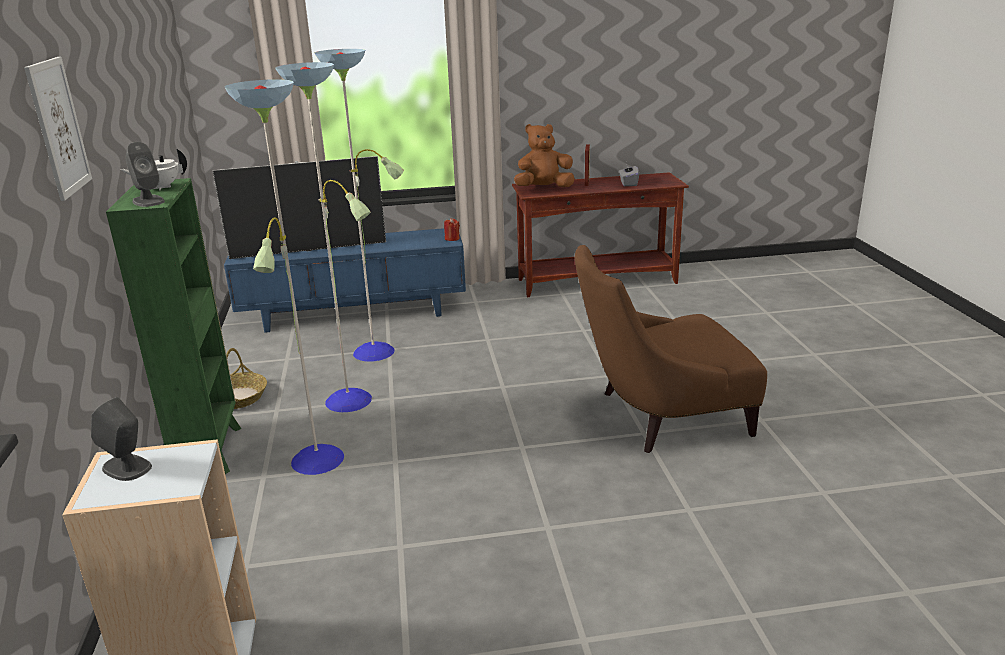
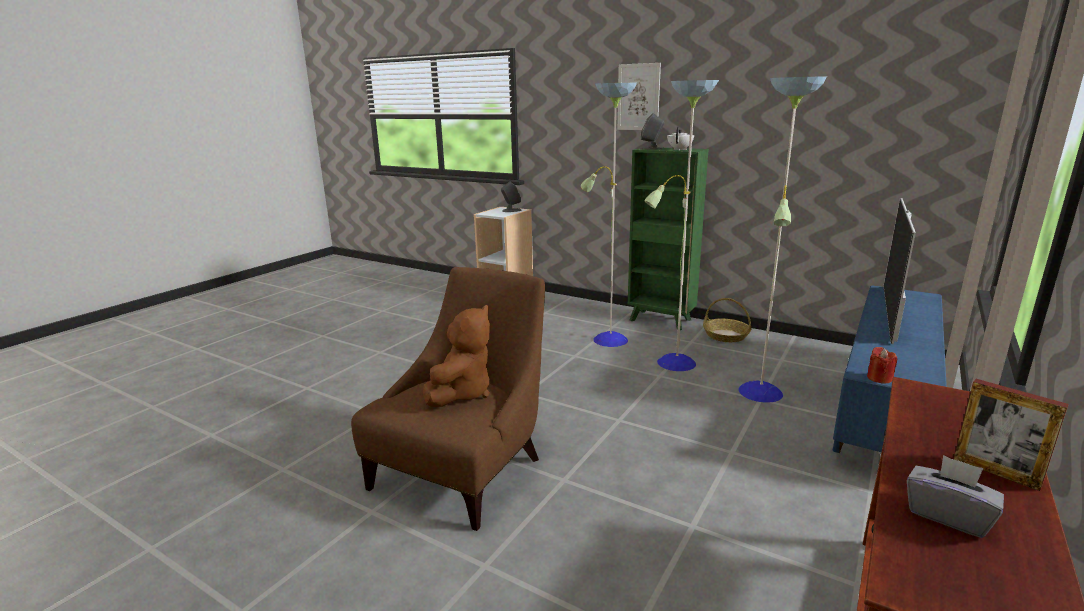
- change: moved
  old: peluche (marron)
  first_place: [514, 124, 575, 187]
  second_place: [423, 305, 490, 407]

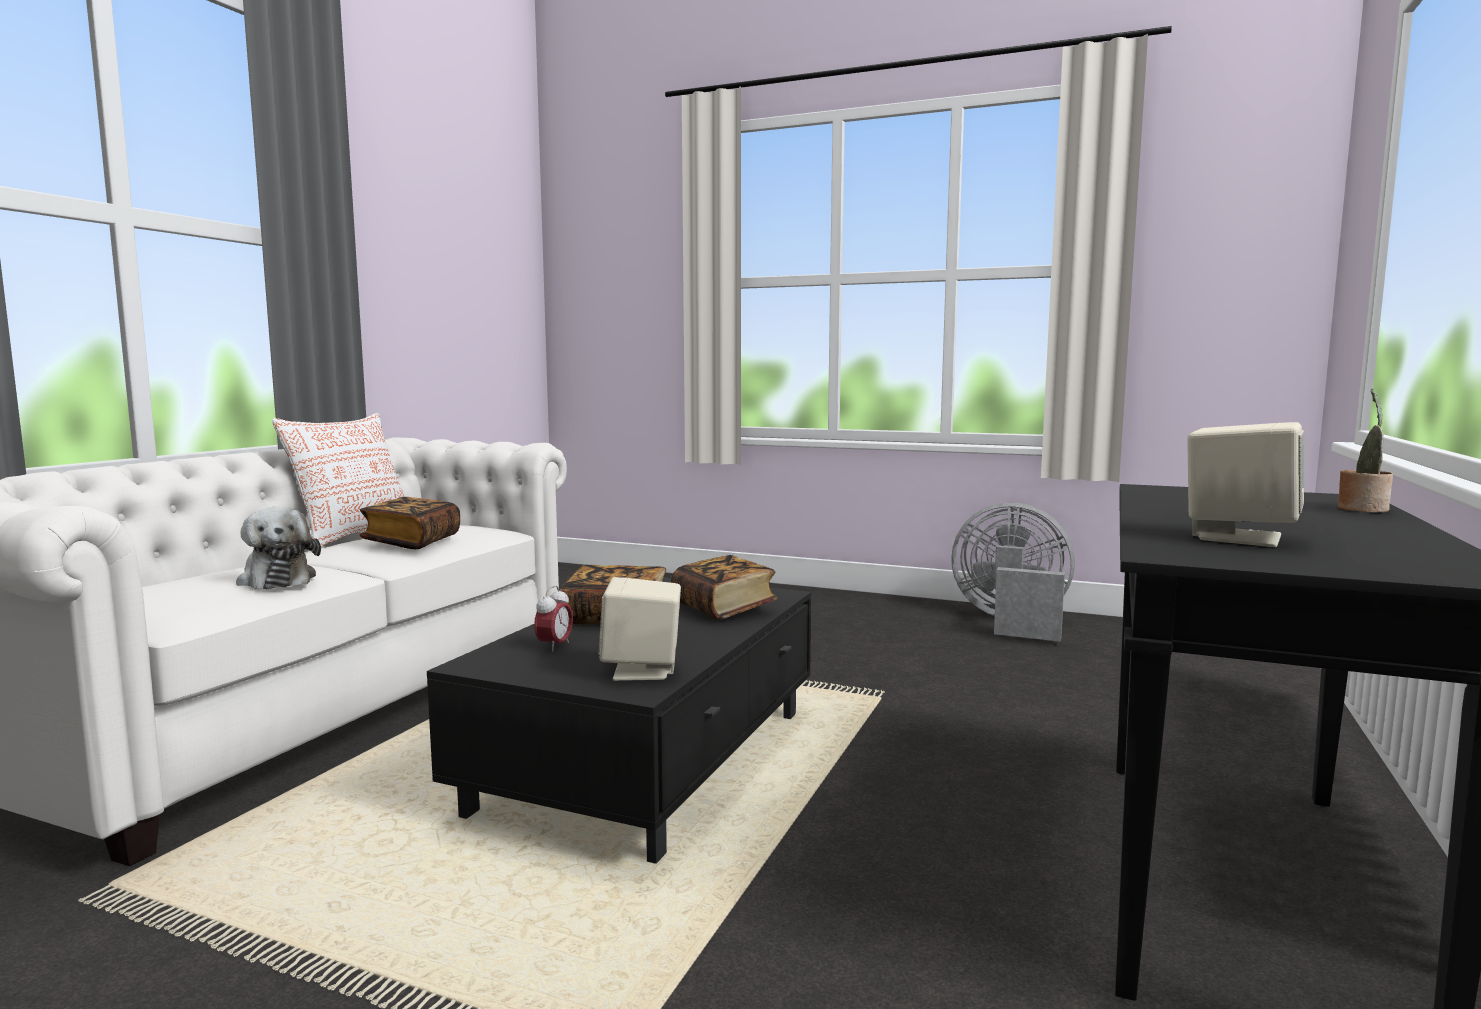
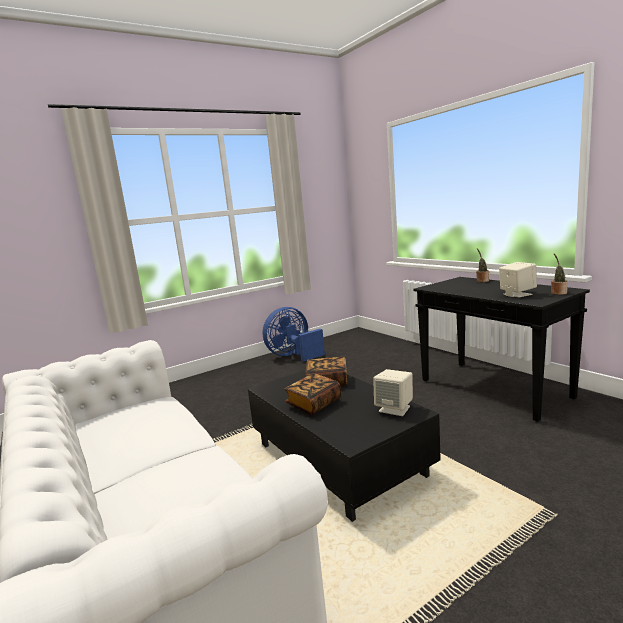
- change: recoloured
  old: ventilateur (gris)
  new: ventilateur (bleu)
  first_place: [951, 502, 1075, 642]
  second_place: [263, 307, 325, 362]
- change: added
  new: plante en pot
  second_place: [551, 253, 568, 295]
- change: removed
  old: peluche
  first_place: [236, 507, 321, 589]
- change: removed
  old: coussin (blanc)
  first_place: [272, 413, 404, 547]
- change: removed
  old: livre
  first_place: [360, 497, 460, 549]
- change: removed
  old: réveil
  first_place: [534, 585, 573, 652]

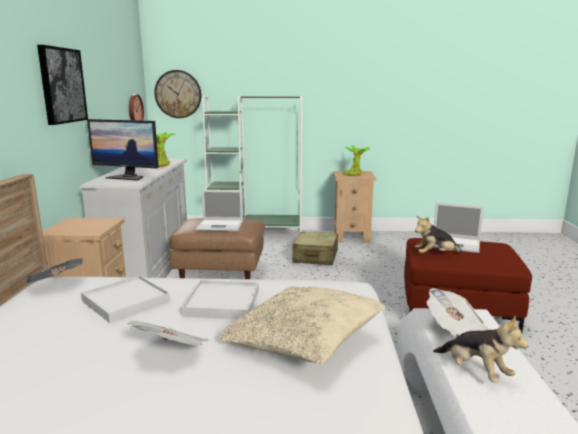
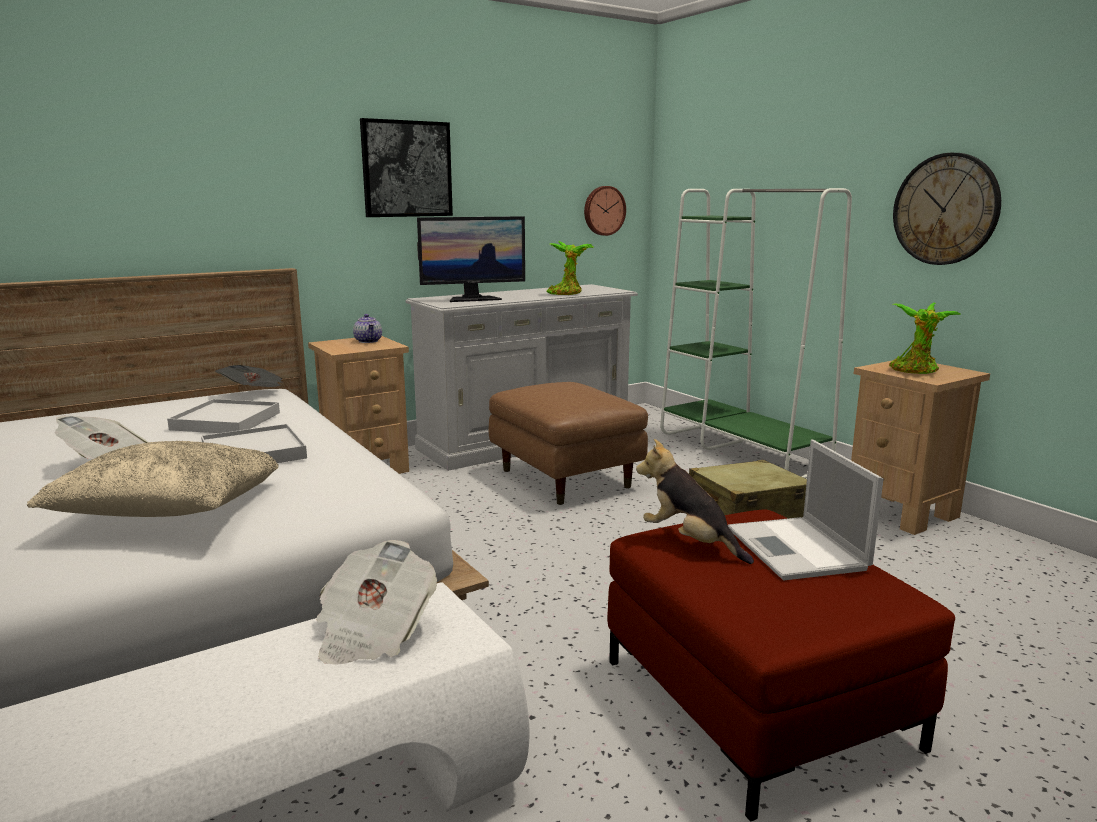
- change: added
  new: théière
  second_place: [353, 314, 382, 343]
- change: turned
  old: écran d'ordinateur
  first_place: [87, 119, 159, 181]
  second_place: [417, 216, 525, 302]
  degrees: -90
- change: moved
  old: horloge murale
  first_place: [154, 70, 201, 118]
  second_place: [893, 153, 1001, 265]
- change: removed
  old: ordinateur portable
  first_place: [196, 190, 243, 231]
- change: removed
  old: peluche
  first_place: [433, 316, 529, 383]

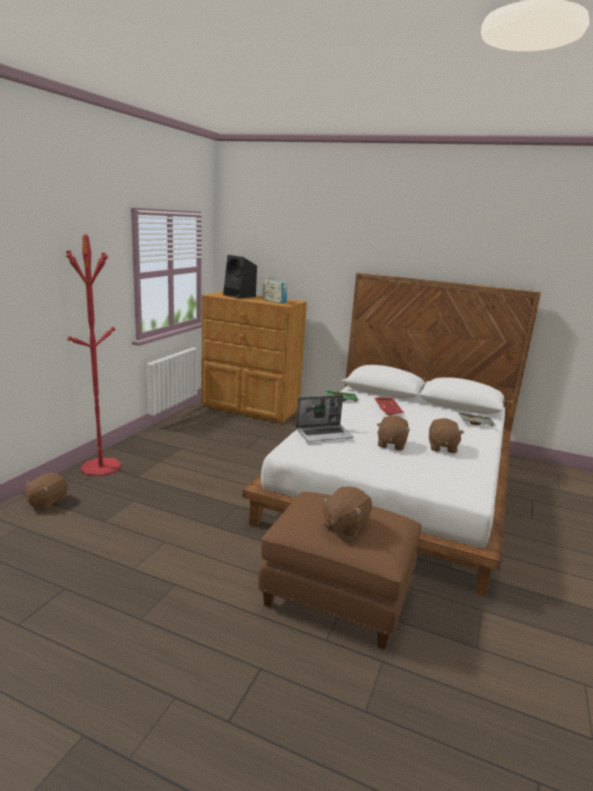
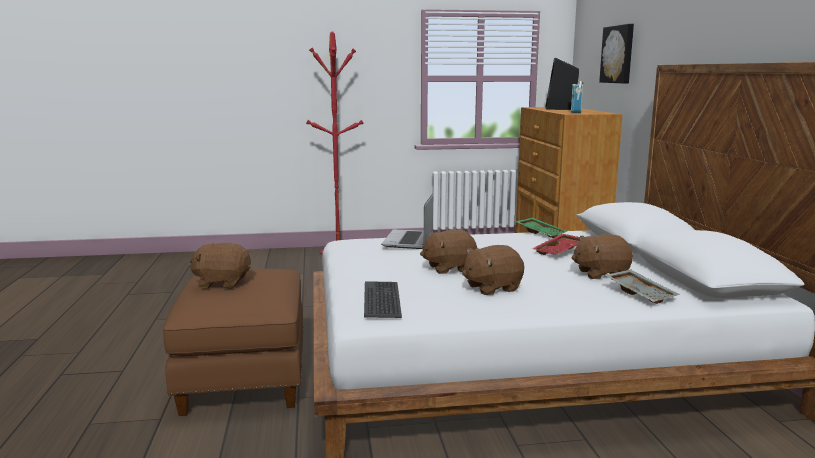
- change: added
  new: clavier
  second_place: [364, 281, 402, 318]
- change: turned
  old: ordinateur portable
  first_place: [296, 395, 353, 442]
  second_place: [381, 193, 433, 249]
  degrees: 60
- change: moved
  old: peluche (marron)
  first_place: [24, 473, 68, 510]
  second_place: [571, 234, 633, 279]
- change: added
  new: tableau
  second_place: [599, 24, 634, 84]

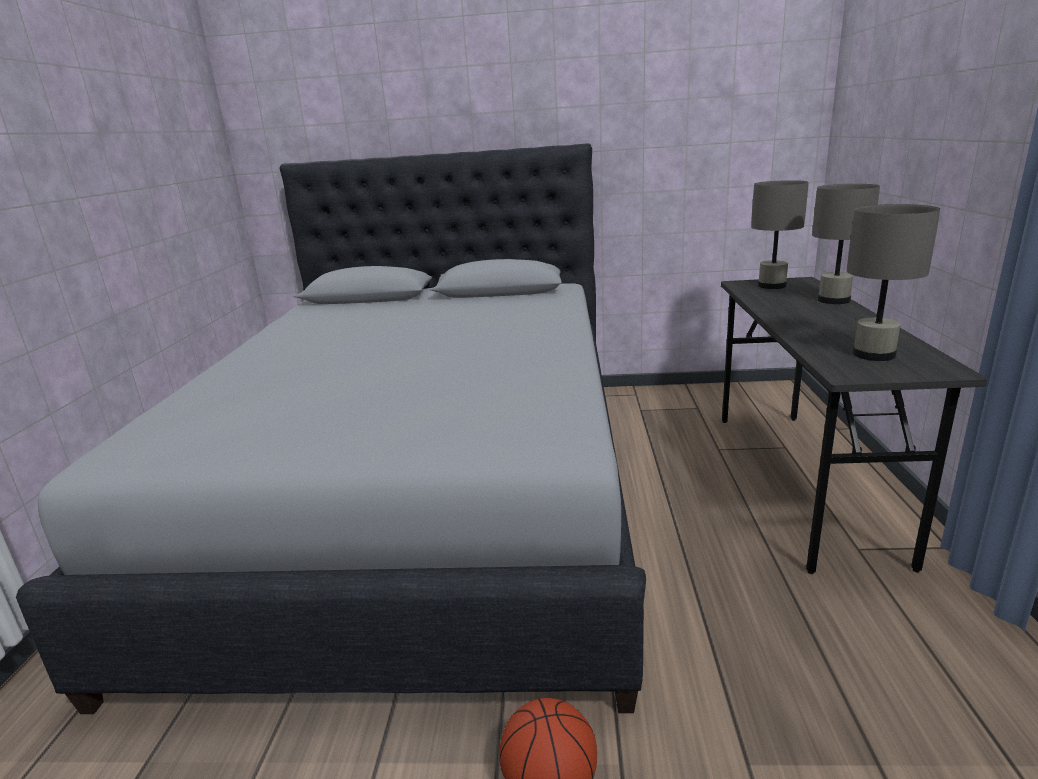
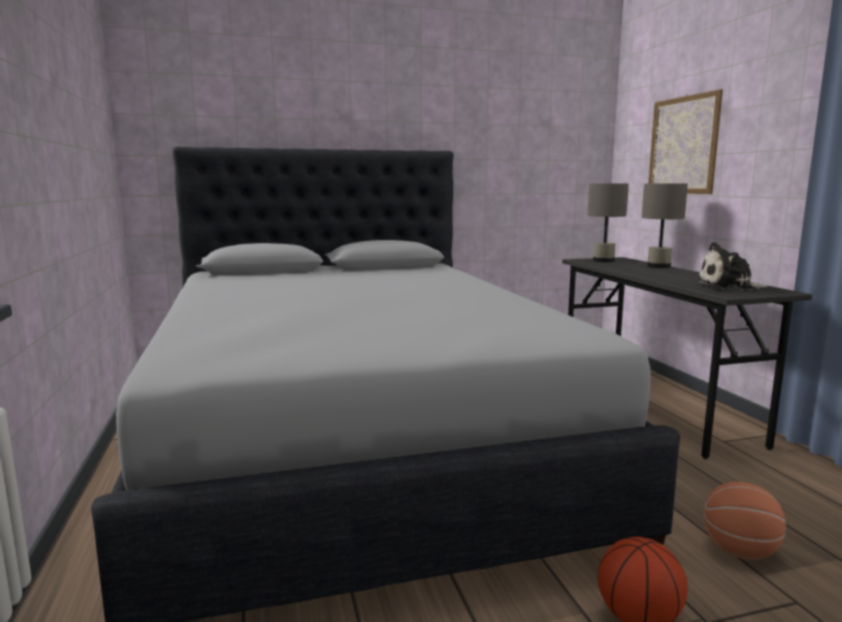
- change: added
  new: tableau
  second_place: [648, 89, 723, 194]
- change: replaced
  old: lampe de table (gris)
  new: peluche
  first_place: [847, 204, 940, 361]
  second_place: [696, 242, 768, 291]
- change: added
  new: ballon de basket
  second_place: [703, 482, 786, 560]

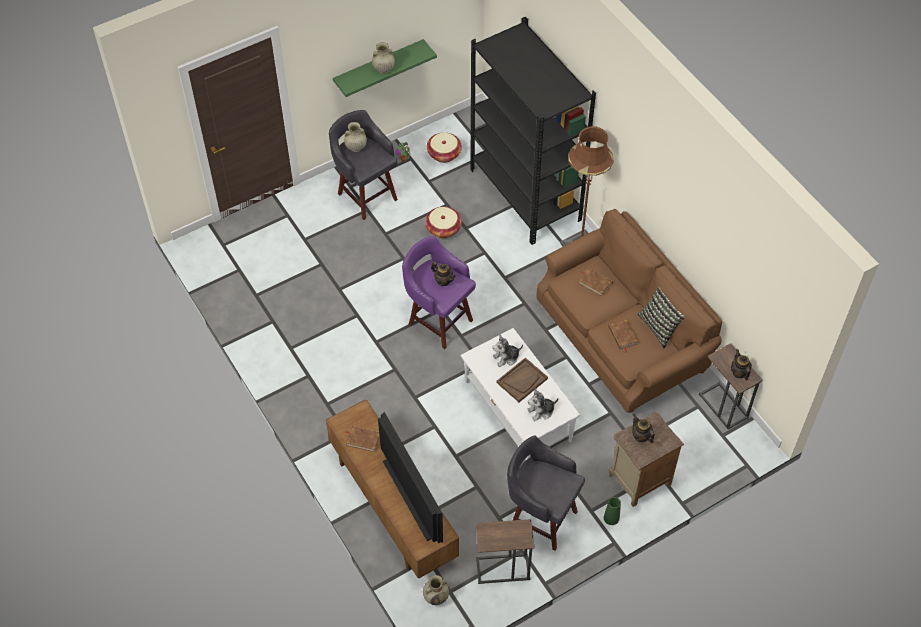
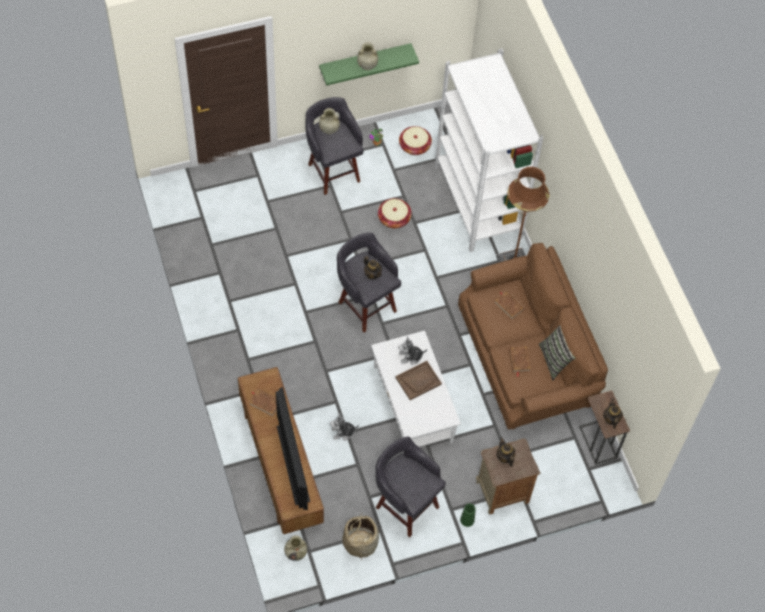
- change: moved
  old: peluche
  first_place: [527, 388, 558, 421]
  second_place: [330, 413, 359, 441]
- change: recoloured
  old: tabouret (violet)
  new: tabouret (gris)
  first_place: [402, 236, 476, 349]
  second_place: [337, 233, 401, 333]
- change: replaced
  old: table d'appoint (marron)
  new: panier
  first_place: [476, 519, 534, 584]
  second_place: [342, 512, 379, 561]
- change: recoloured
  old: bibliothèque (noir)
  new: bibliothèque (blanc)
  first_place: [470, 17, 596, 245]
  second_place: [435, 48, 543, 252]

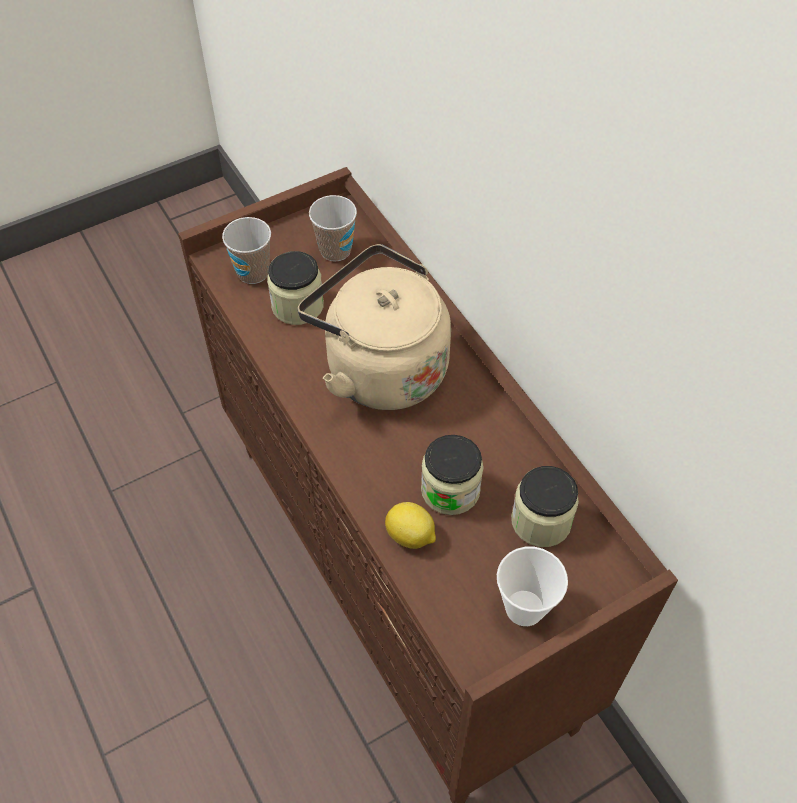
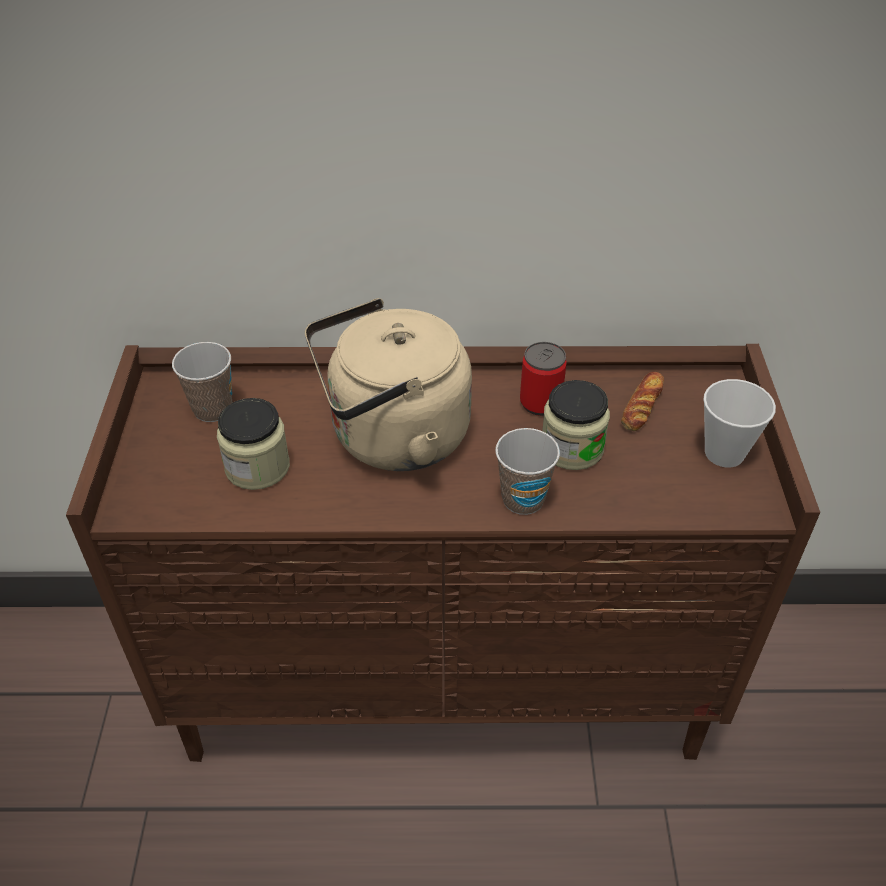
- change: moved
  old: tasse
  first_place: [222, 217, 271, 284]
  second_place: [495, 428, 560, 515]
- change: added
  new: boîte métallique
  second_place: [520, 342, 567, 416]
- change: replaced
  old: bocal
  new: pain
  first_place: [511, 466, 579, 547]
  second_place: [621, 372, 664, 431]
- change: removed
  old: citron
  first_place: [385, 502, 436, 549]

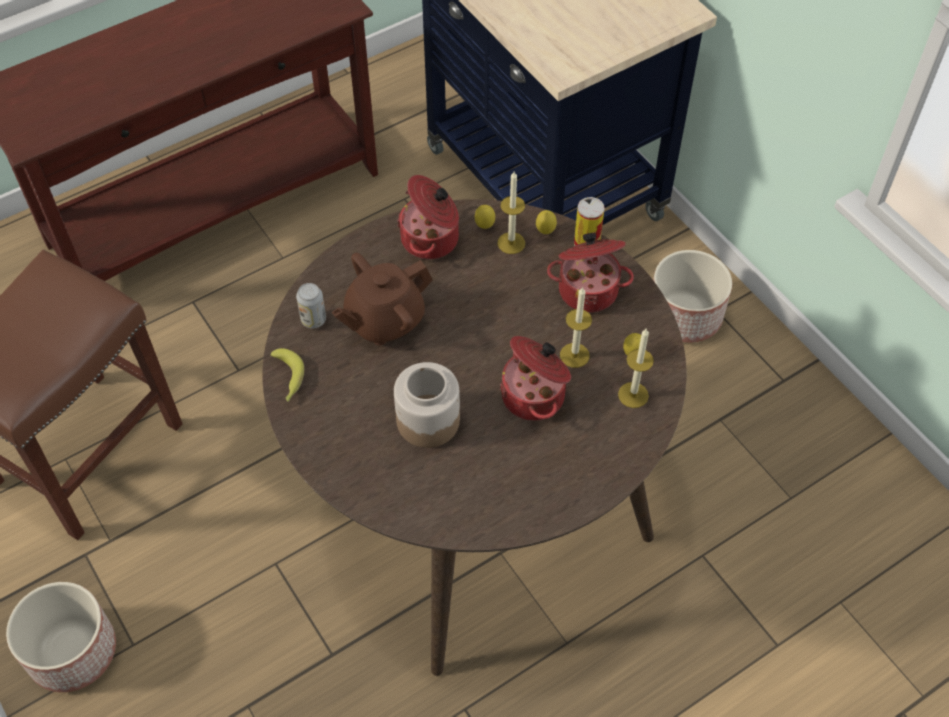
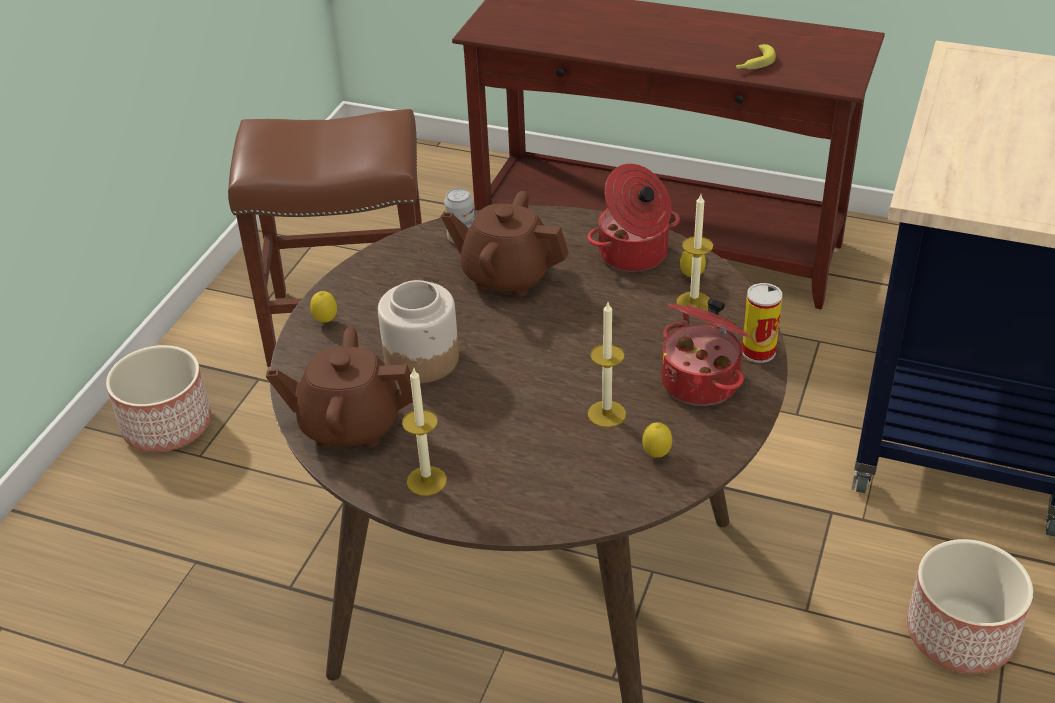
- change: added
  new: théière (marron)
  second_place: [266, 327, 413, 448]
- change: moved
  old: citron
  first_place: [536, 210, 557, 234]
  second_place: [310, 291, 337, 323]
- change: moved
  old: bougie
  first_place: [618, 329, 654, 408]
  second_place: [402, 367, 447, 496]
- change: moved
  old: banane
  first_place: [270, 348, 304, 402]
  second_place: [736, 44, 776, 69]
- change: removed
  old: marmite
  first_place: [500, 336, 571, 421]

